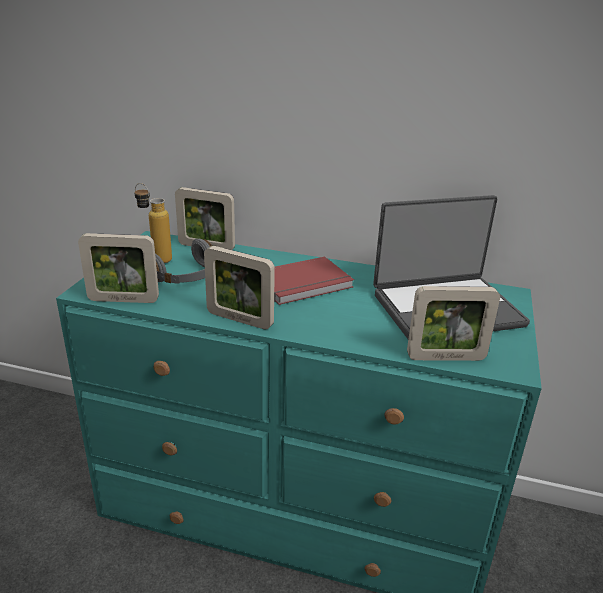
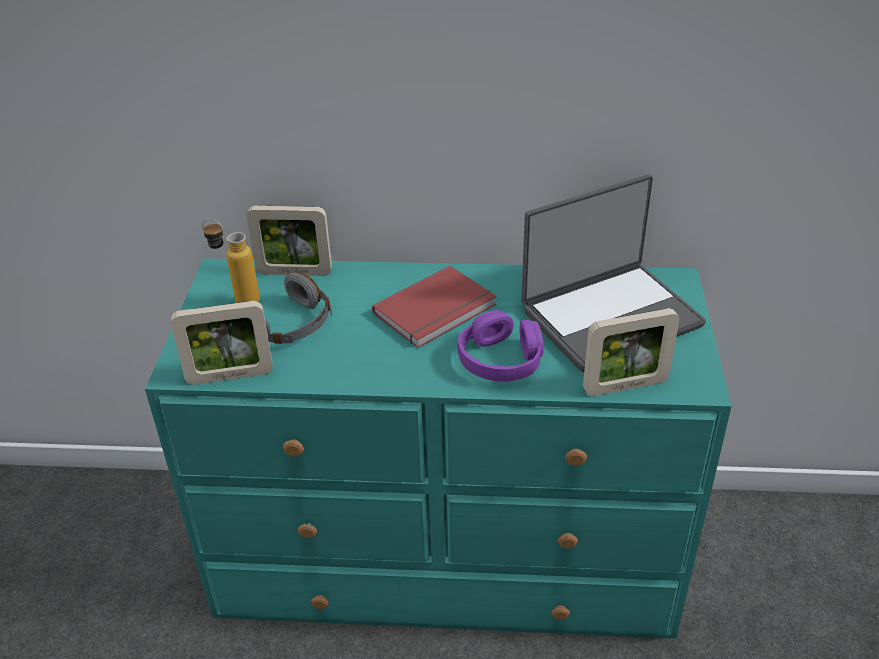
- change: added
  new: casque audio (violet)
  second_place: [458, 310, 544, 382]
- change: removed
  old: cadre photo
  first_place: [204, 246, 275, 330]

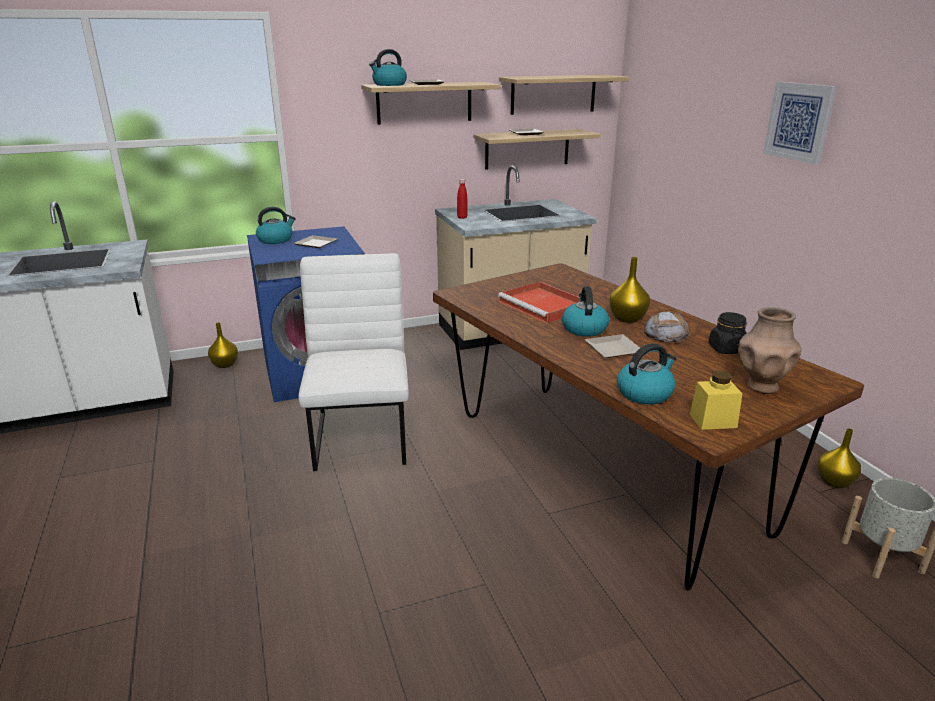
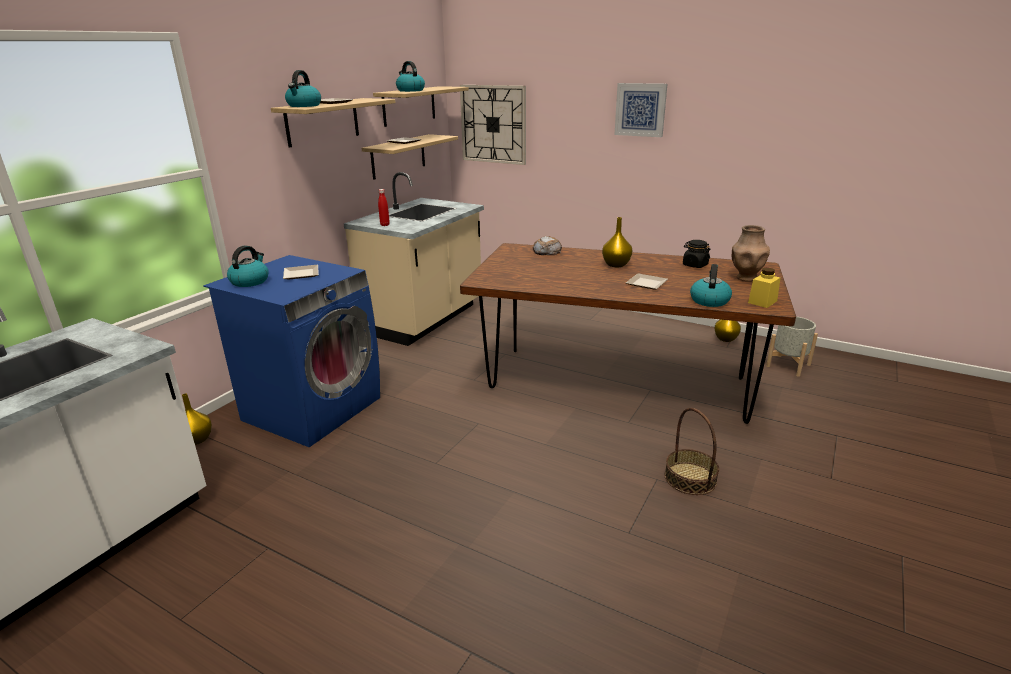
- change: moved
  old: bouilloire
  first_place: [562, 286, 609, 337]
  second_place: [396, 61, 425, 92]
- change: added
  new: horloge murale
  second_place: [460, 85, 526, 165]
- change: moved
  old: pain
  first_place: [645, 311, 690, 343]
  second_place: [533, 236, 562, 255]
- change: added
  new: panier
  second_place: [664, 408, 719, 495]
- change: removed
  old: chaise (blanc)
  first_place: [299, 253, 409, 471]
- change: removed
  old: plateau (rouge)
  first_place: [498, 282, 580, 323]

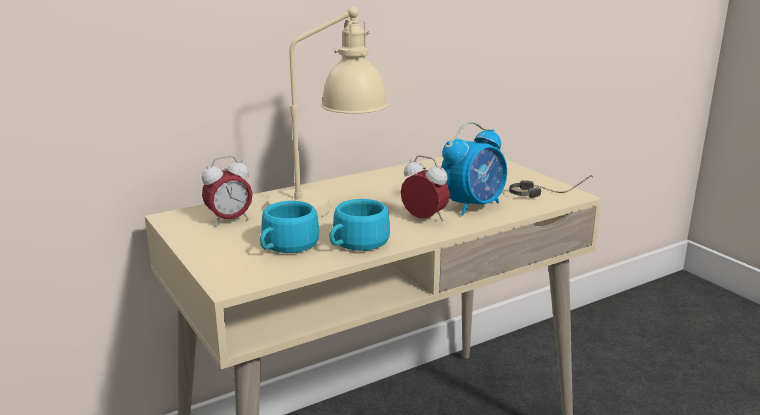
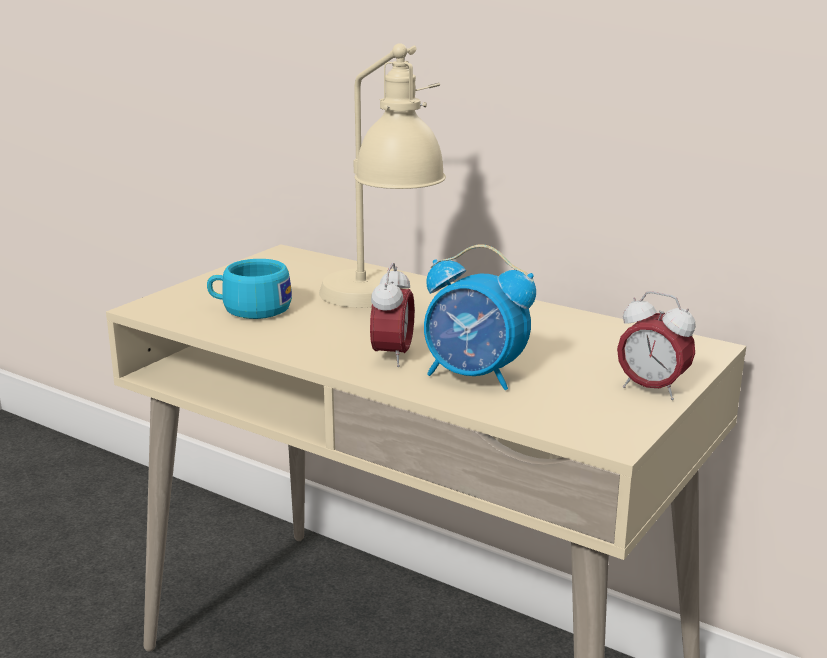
- change: moved
  old: réveil
  first_place: [202, 156, 252, 227]
  second_place: [617, 291, 696, 400]
- change: removed
  old: tasse (turquoise)
  first_place: [329, 199, 390, 251]
- change: removed
  old: casque audio
  first_place: [509, 175, 592, 198]

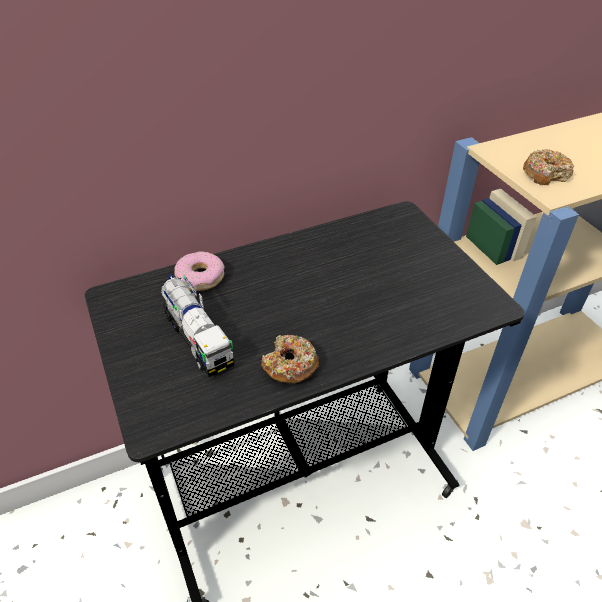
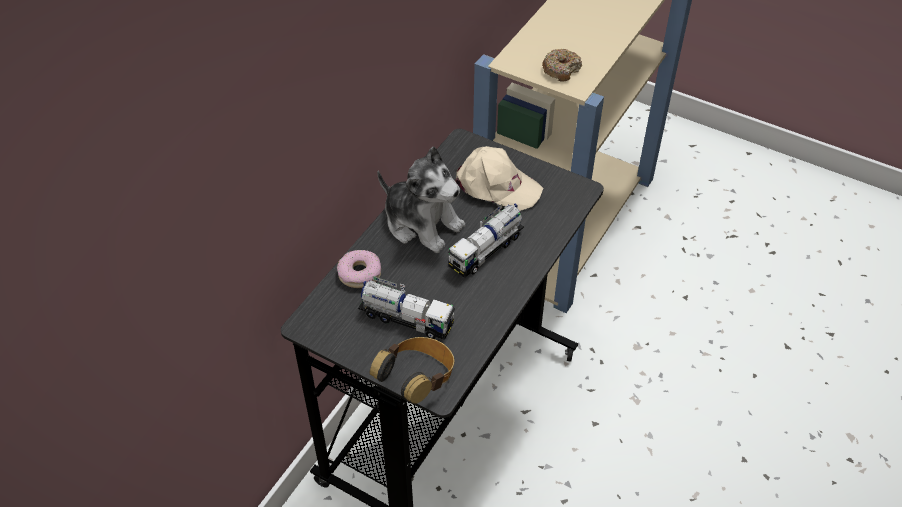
- change: added
  new: casque audio
  second_place: [370, 337, 455, 404]
- change: added
  new: peluche
  second_place: [377, 147, 465, 253]
- change: added
  new: camion jouet
  second_place: [448, 204, 524, 278]
- change: added
  new: casquette (beige)
  second_place: [455, 146, 543, 211]
- change: removed
  old: beignet
  first_place: [261, 335, 319, 383]

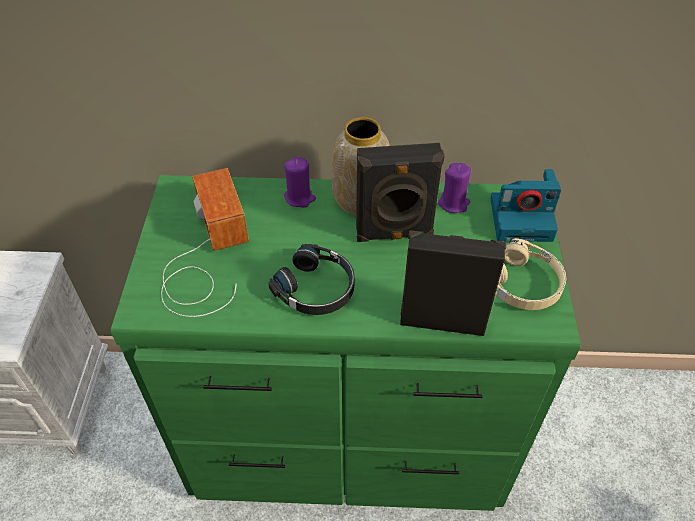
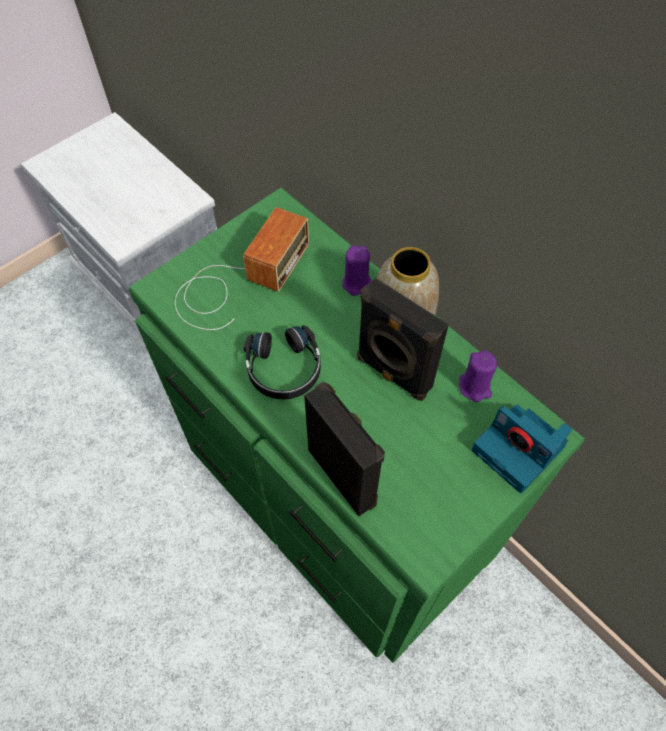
- change: removed
  old: casque audio (beige)
  first_place: [495, 238, 566, 310]

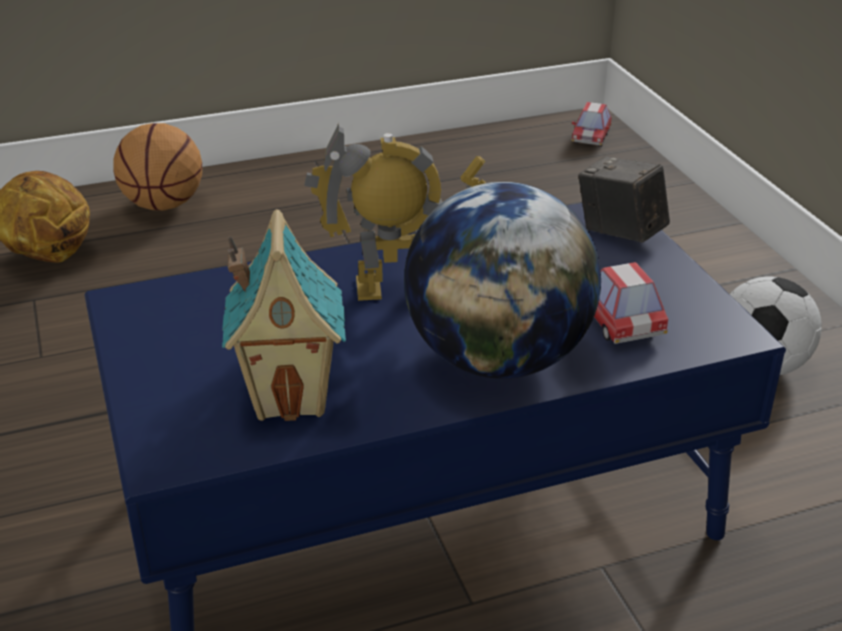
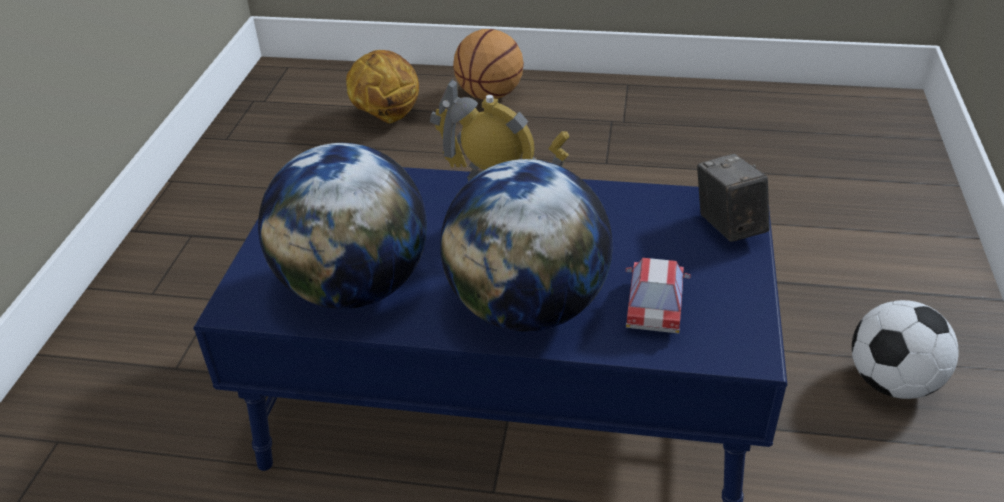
- change: replaced
  old: maison miniature
  new: globe
  first_place: [222, 209, 346, 421]
  second_place: [258, 143, 427, 309]
- change: removed
  old: petite voiture
  first_place: [572, 102, 612, 147]

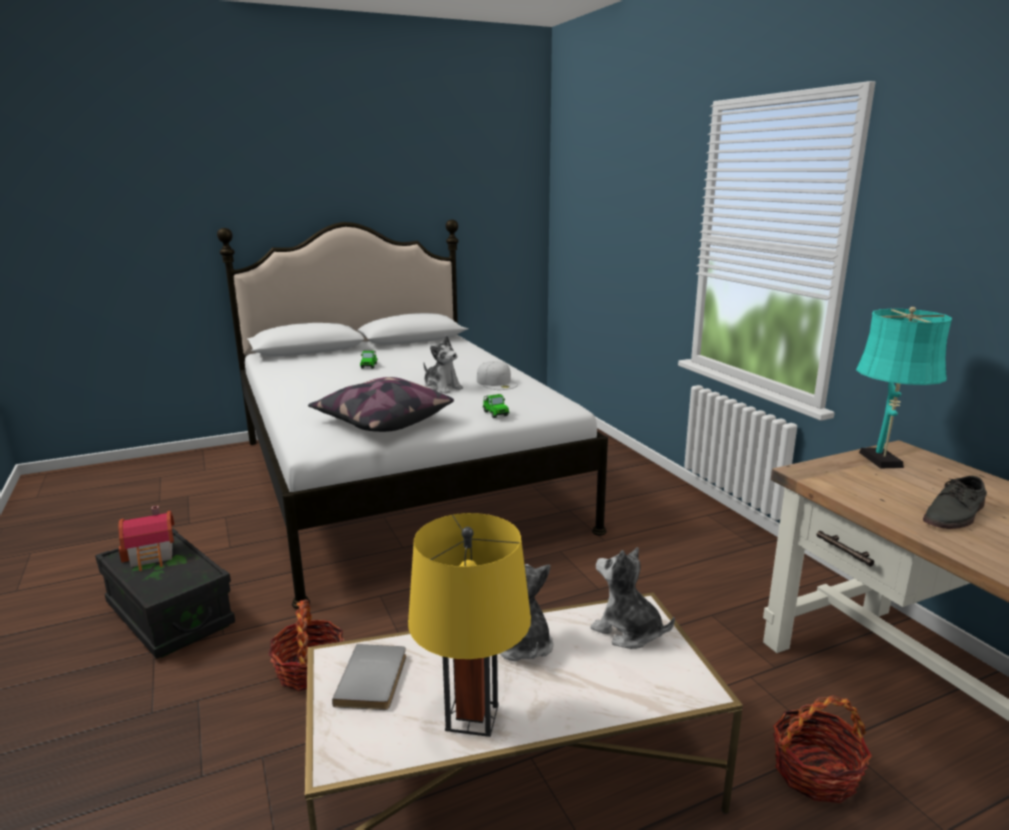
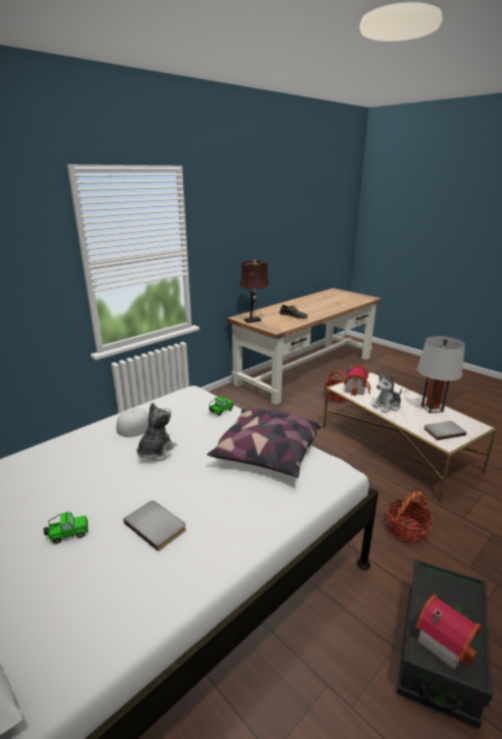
- change: added
  new: livre (gris)
  second_place: [123, 500, 186, 551]
- change: recoloured
  old: lampe de table (turquoise)
  new: lampe de table (marron)
  first_place: [856, 307, 952, 468]
  second_place: [239, 259, 270, 323]
- change: replaced
  old: peluche
  new: maison miniature
  first_place: [590, 547, 675, 649]
  second_place: [344, 365, 371, 396]
- change: recoloured
  old: lampe de table (jaune)
  new: lampe de table (gris)
  first_place: [408, 513, 531, 737]
  second_place: [417, 336, 465, 413]

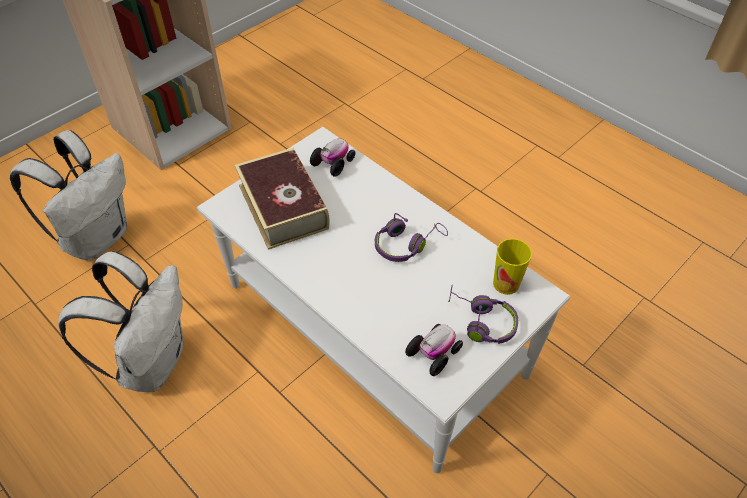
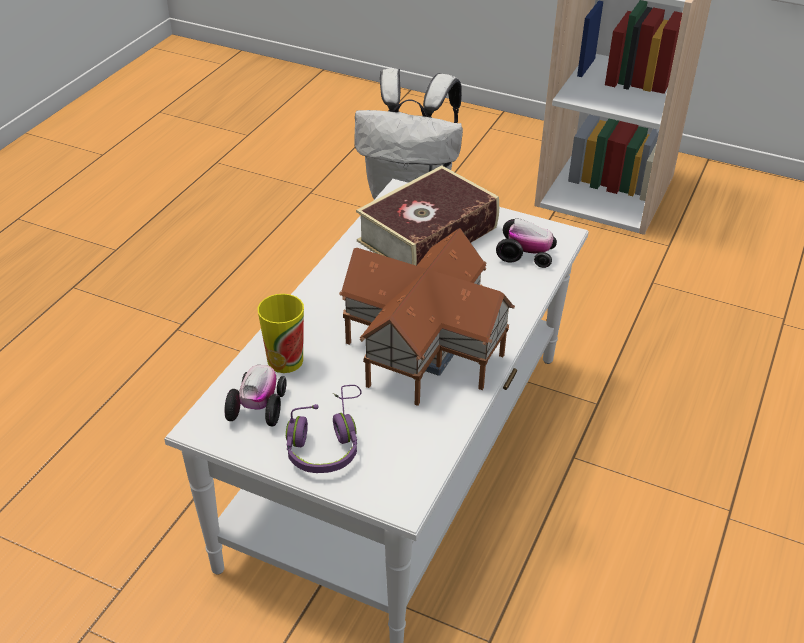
- change: turned
  old: petite voiture
  first_place: [405, 324, 463, 376]
  second_place: [224, 365, 286, 426]
  degrees: -105
- change: moved
  old: tasse
  first_place: [493, 239, 532, 295]
  second_place: [258, 294, 304, 373]
- change: replaced
  old: casque audio (violet)
  new: maison miniature
  first_place: [375, 213, 448, 262]
  second_place: [339, 228, 515, 406]
- change: removed
  old: sac à dos (blanc)
  first_place: [58, 251, 184, 392]

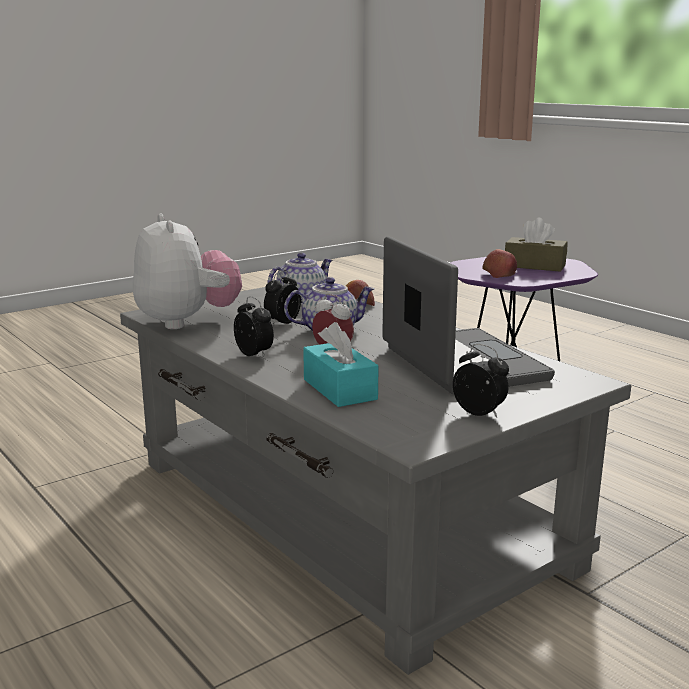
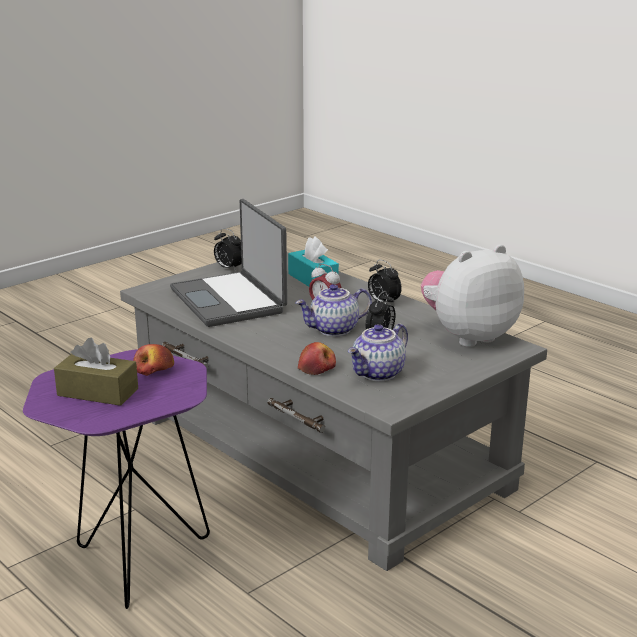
- change: turned
  old: peluche
  first_place: [133, 214, 242, 329]
  second_place: [421, 244, 524, 347]
  degrees: 90

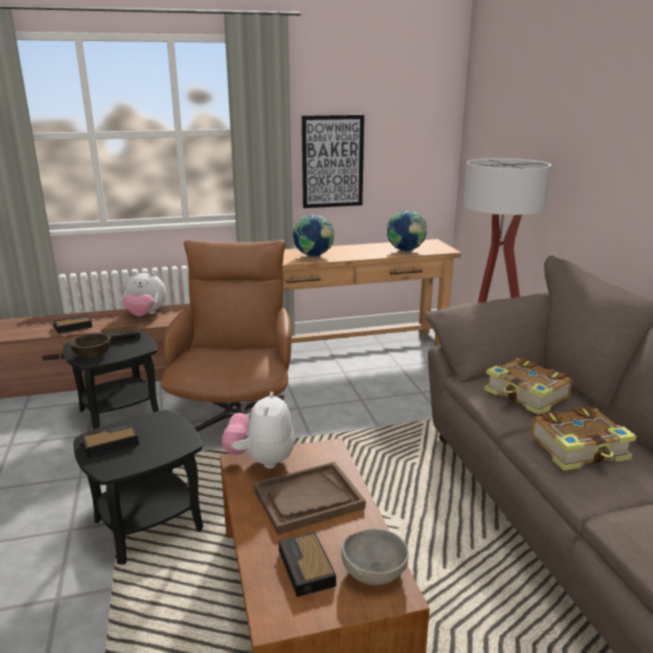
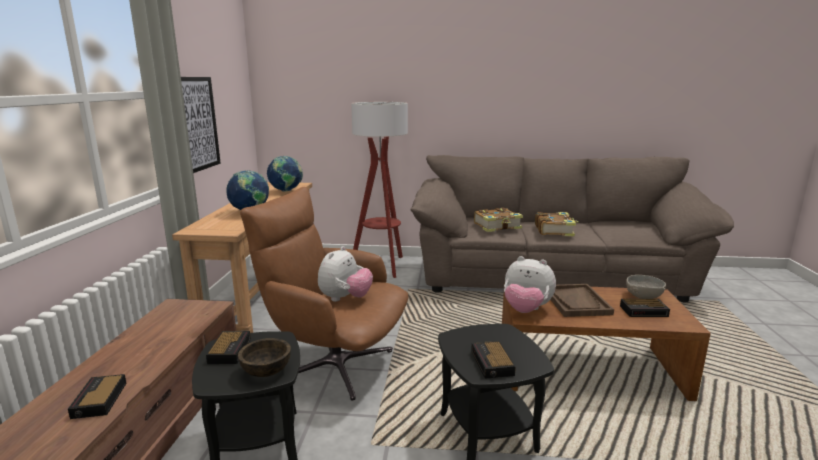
- change: moved
  old: peluche
  first_place: [123, 272, 166, 316]
  second_place: [318, 246, 373, 302]

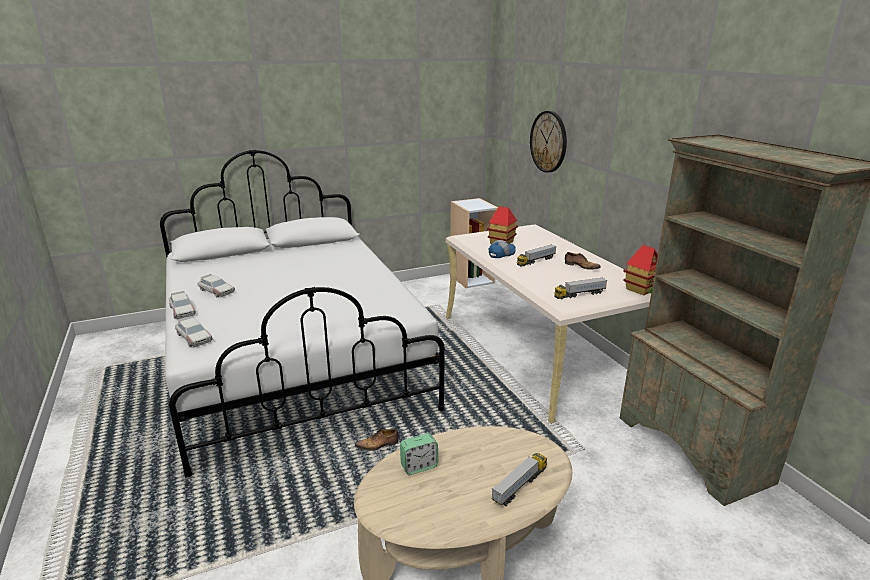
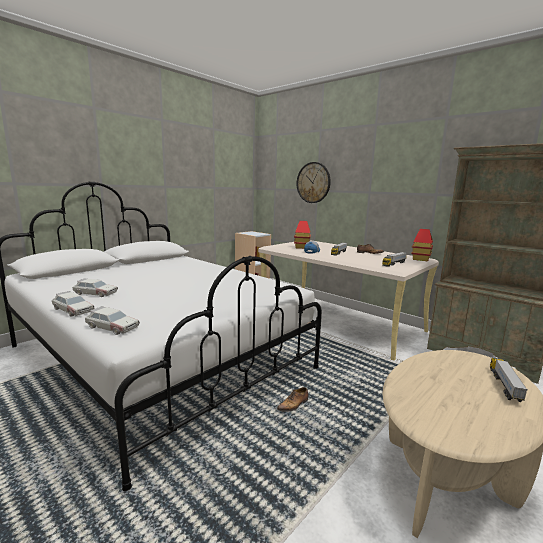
- change: removed
  old: réveil
  first_place: [400, 433, 438, 475]

